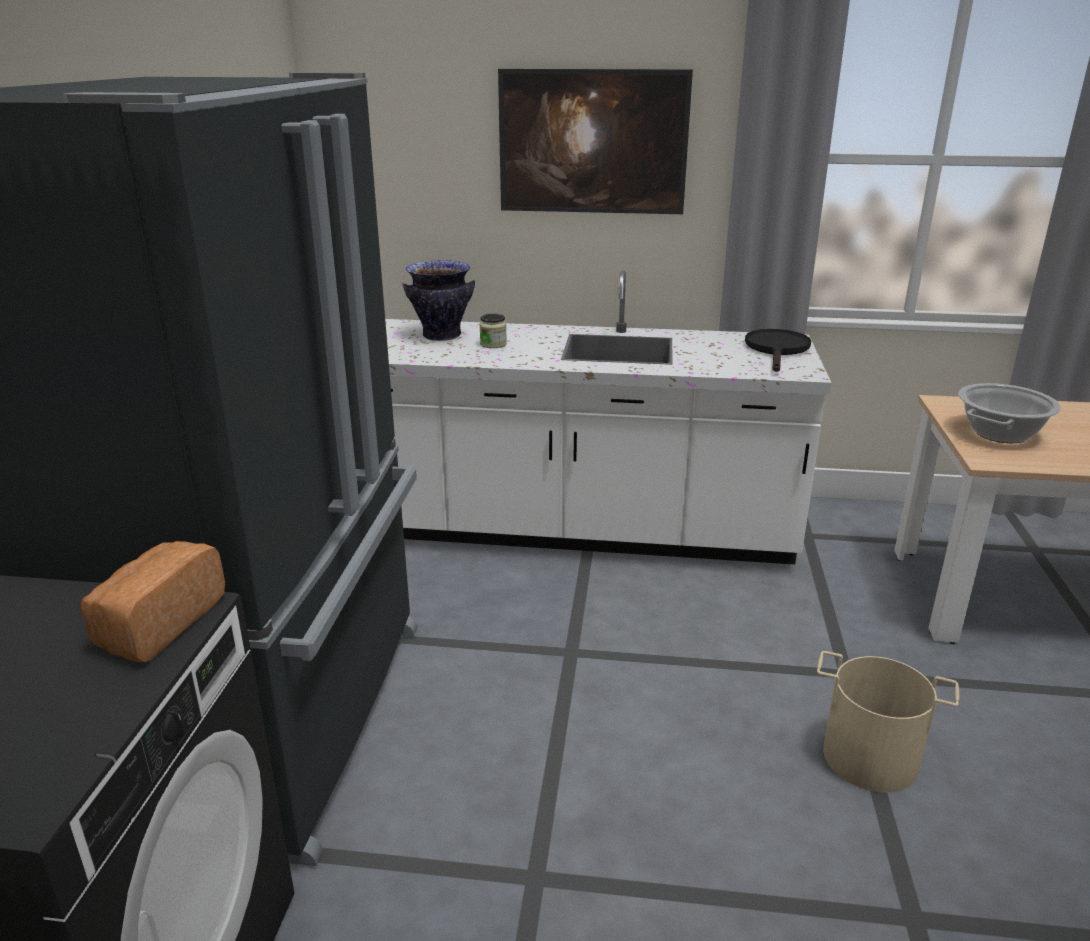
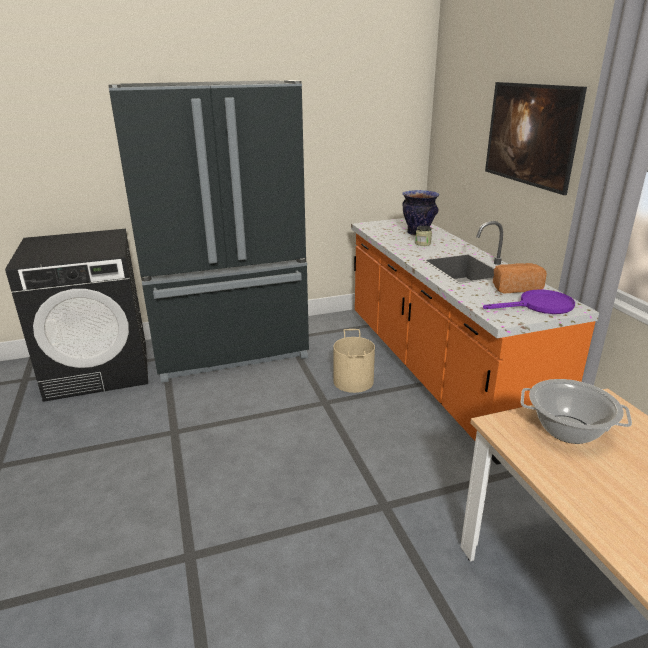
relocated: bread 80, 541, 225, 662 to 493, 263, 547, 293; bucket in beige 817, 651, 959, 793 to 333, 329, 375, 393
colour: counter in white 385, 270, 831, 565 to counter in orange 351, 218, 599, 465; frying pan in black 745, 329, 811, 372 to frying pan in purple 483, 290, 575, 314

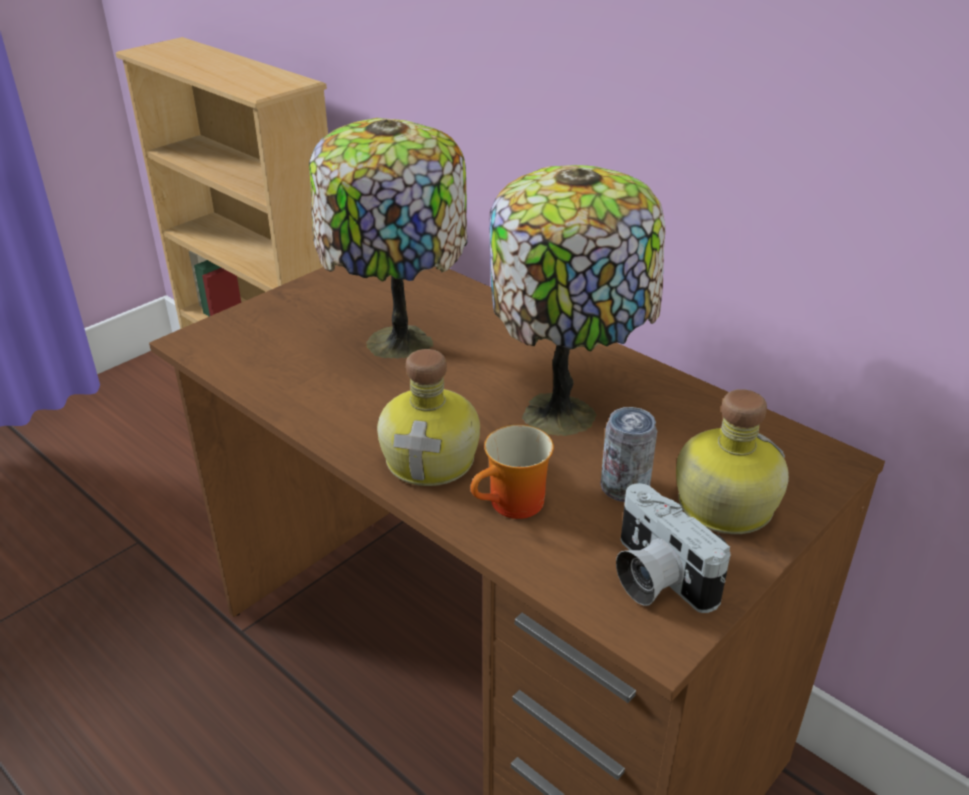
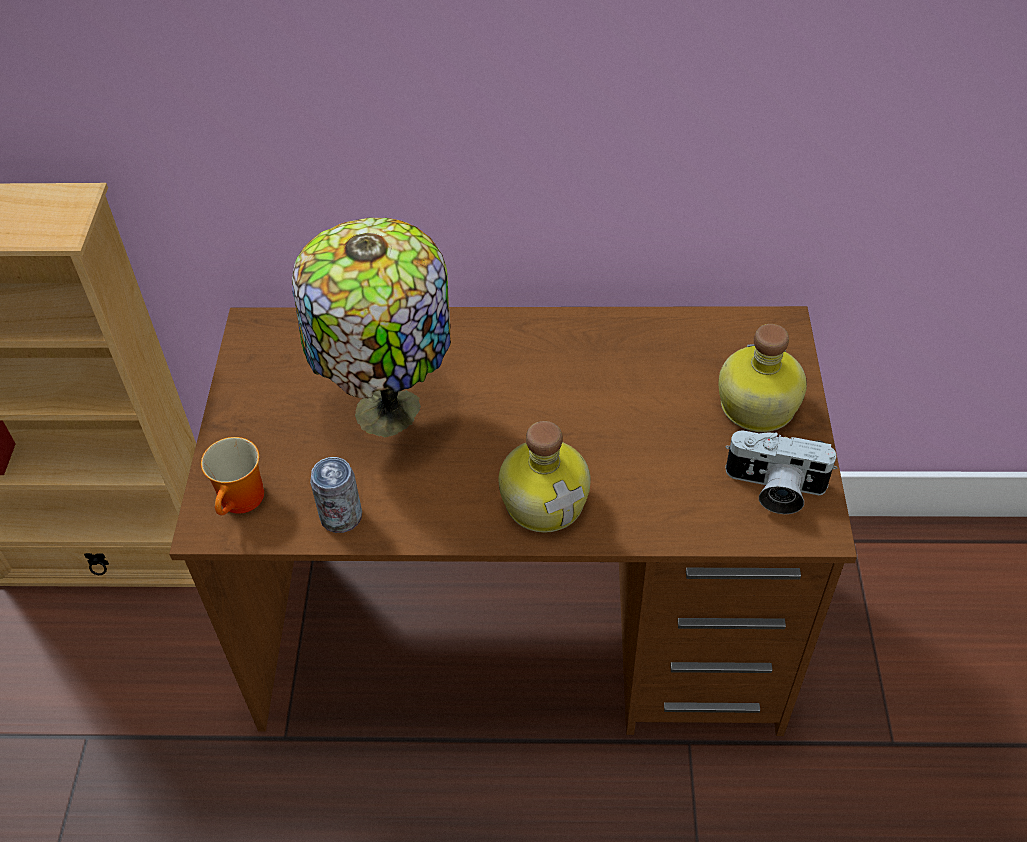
missing: table lamp 489, 165, 665, 436
relocated: can 601, 407, 657, 502 to 310, 457, 362, 533; mug 471, 425, 554, 519 to 201, 437, 264, 515

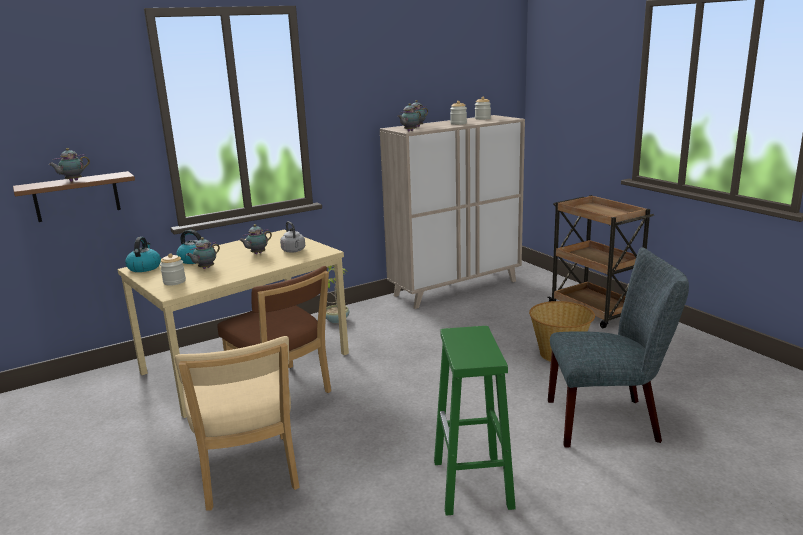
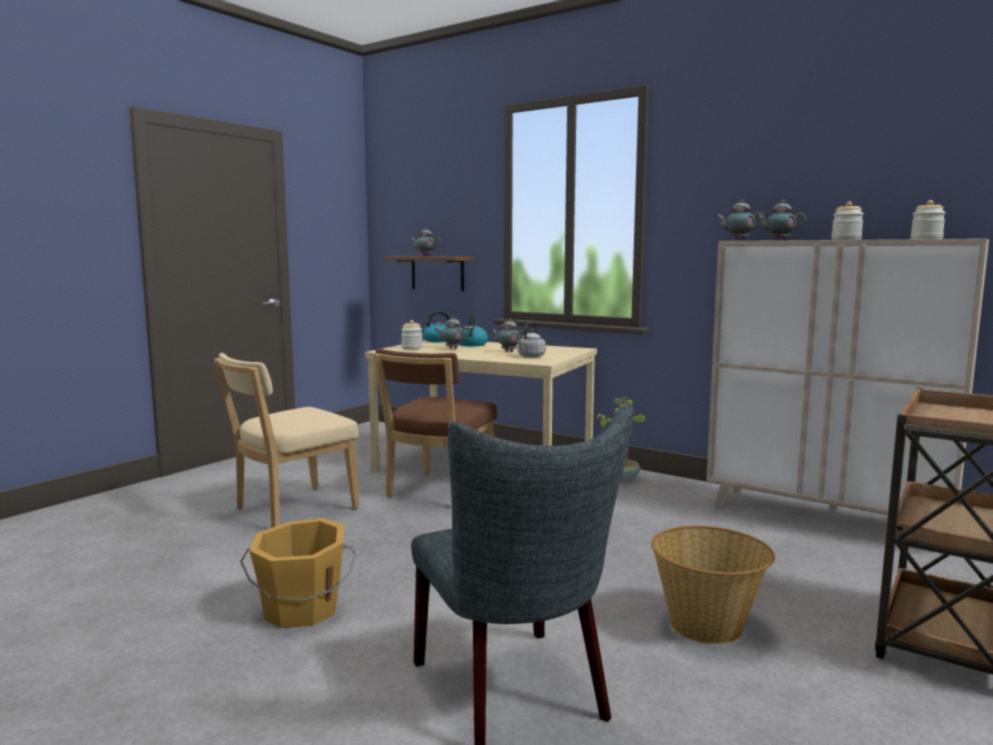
exchanged: stool in green 434, 326, 516, 516 to bucket in orange 240, 518, 356, 628

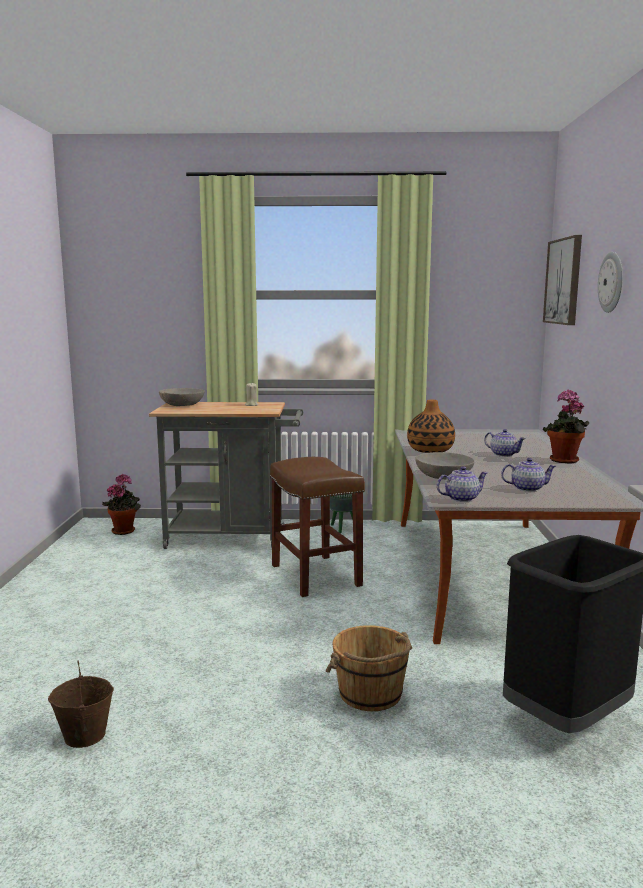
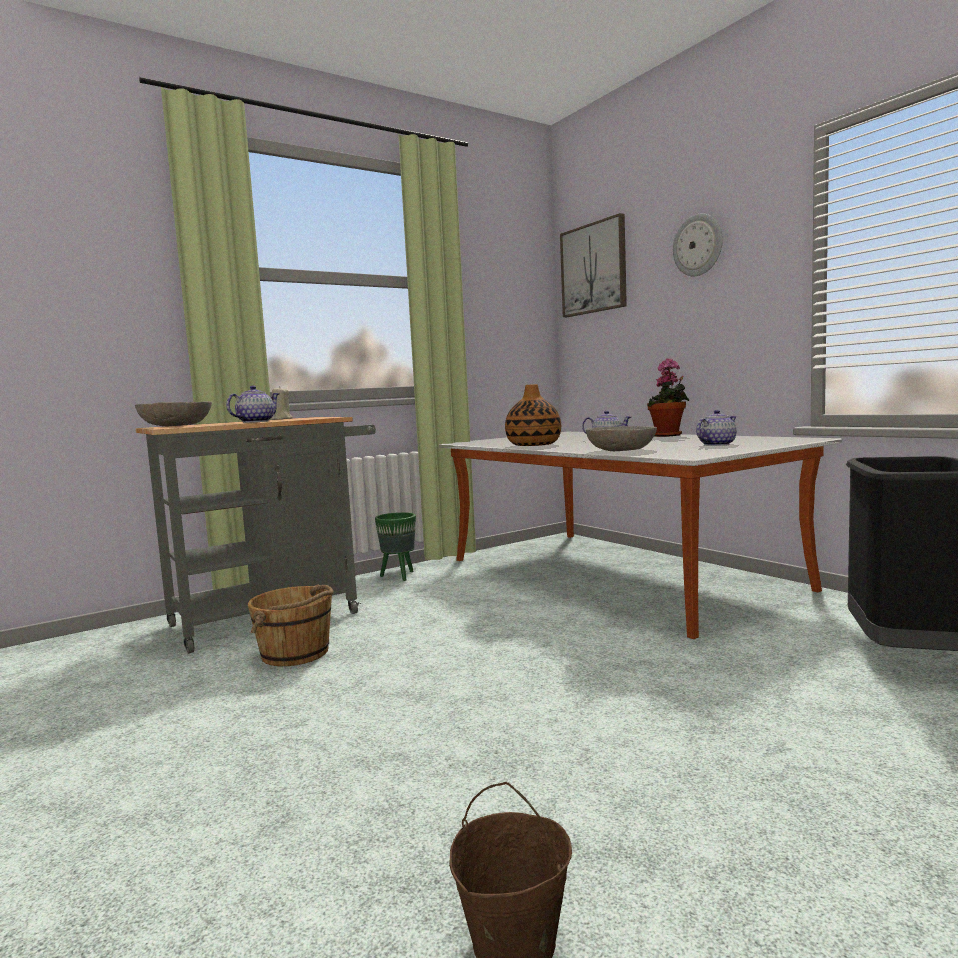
missing: stool in brown 270, 457, 365, 597; potted plant 102, 474, 141, 535
relocated: teapot 437, 466, 488, 502 to 226, 386, 279, 423; bucket in brown 326, 625, 412, 711 to 248, 585, 334, 666

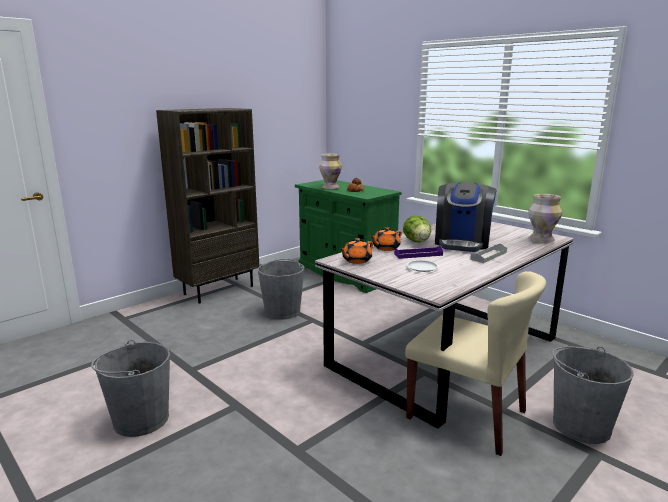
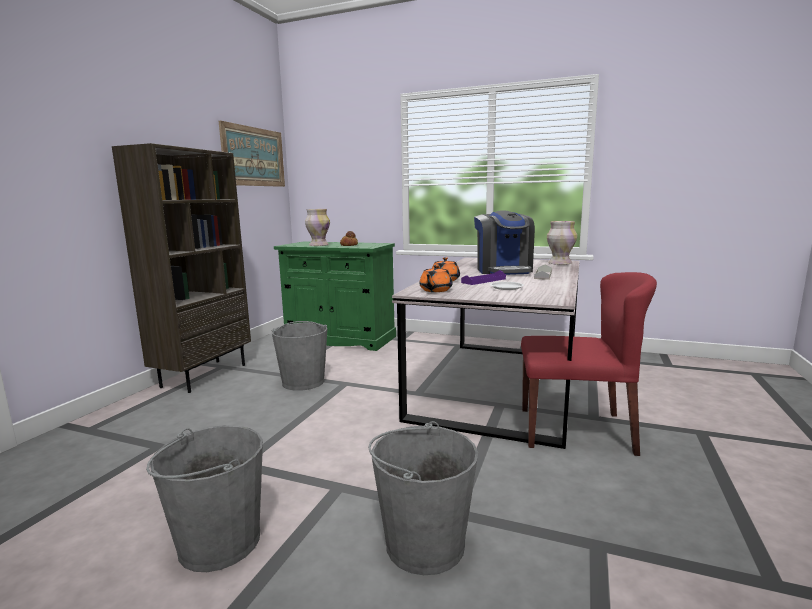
missing: lettuce 403, 216, 431, 243
appeared: picture 219, 121, 285, 187
relocated: bucket in grey 552, 346, 634, 444 to 368, 421, 478, 575
colour: chair in beige 405, 271, 546, 456 to chair in red 521, 272, 657, 456

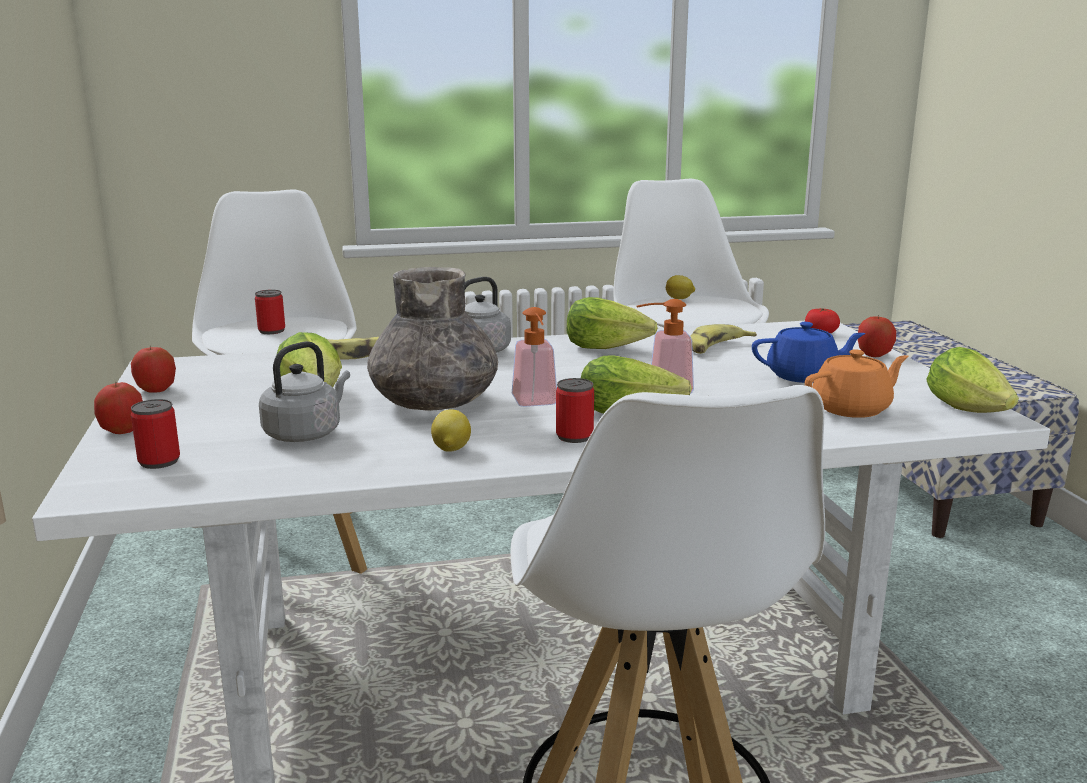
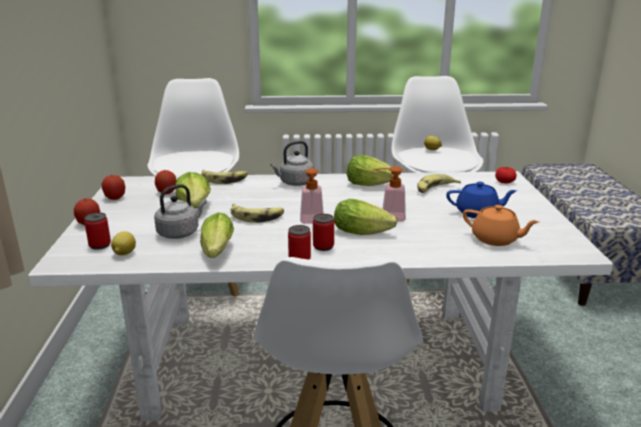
relocated: can 255, 290, 285, 334 to 288, 225, 311, 260; apple 858, 315, 896, 357 to 155, 170, 177, 194; lettuce 926, 347, 1019, 413 to 200, 212, 234, 258; lemon 431, 410, 471, 451 to 111, 231, 136, 255
exchanged: vase in grey 367, 267, 498, 411 to banana 230, 204, 284, 223
spun: teapot in orange 805, 349, 909, 418 = 463, 205, 539, 246 45 degrees clockwise

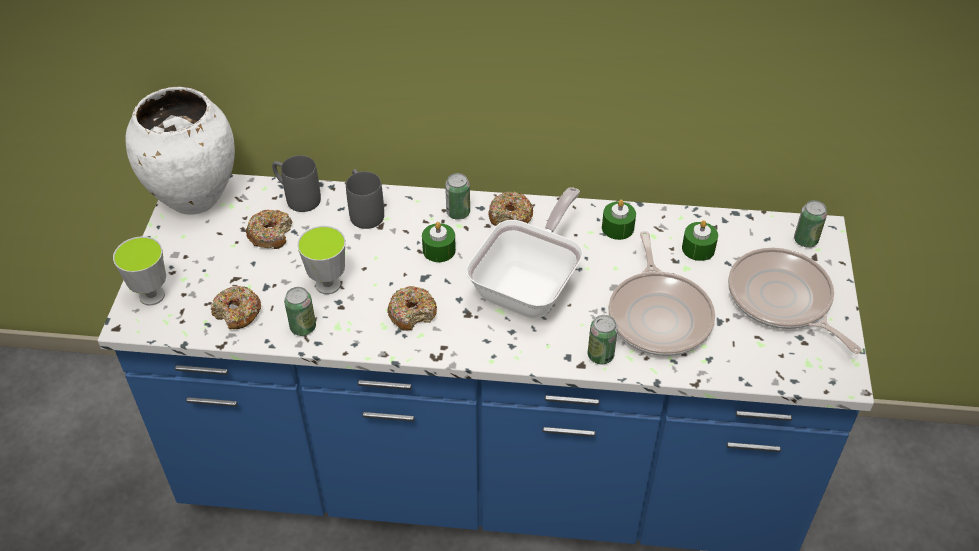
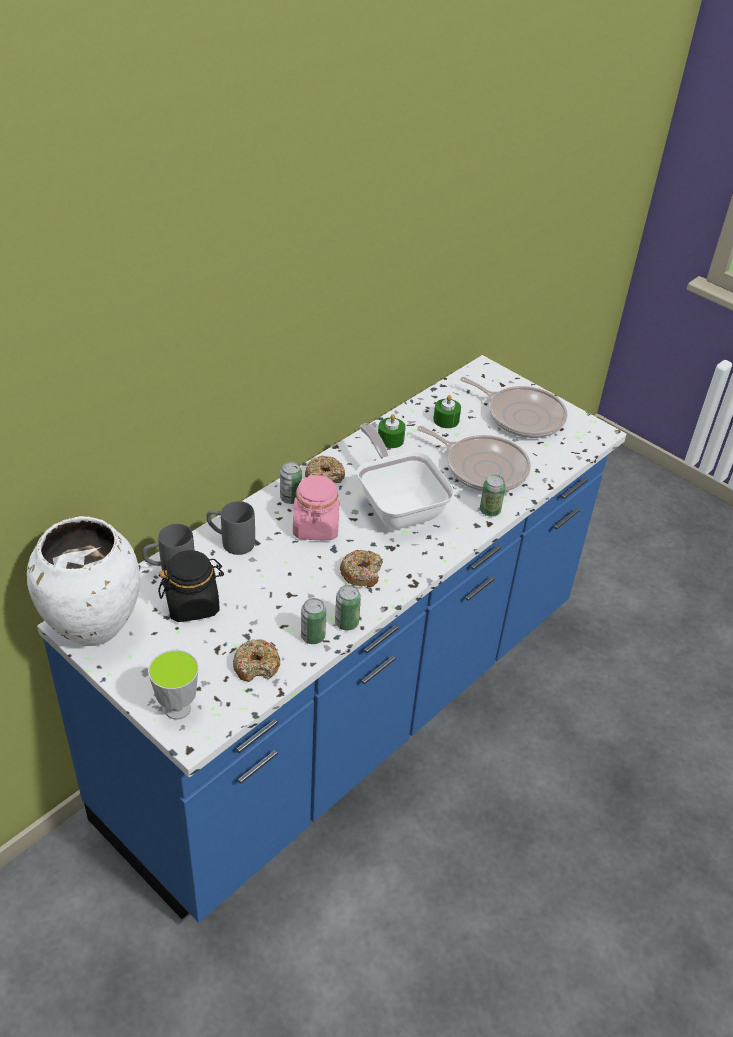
missing: cup 297, 226, 346, 294
relocated: can 794, 200, 827, 247 to 335, 585, 361, 630
exchanged: donut 246, 209, 293, 249 to jar in black 158, 550, 224, 622; candle in green 422, 222, 456, 262 to jar in pink 293, 473, 339, 540
spun: frying pan 728, 247, 862, 354 = 460, 377, 567, 438 150 degrees counterclockwise

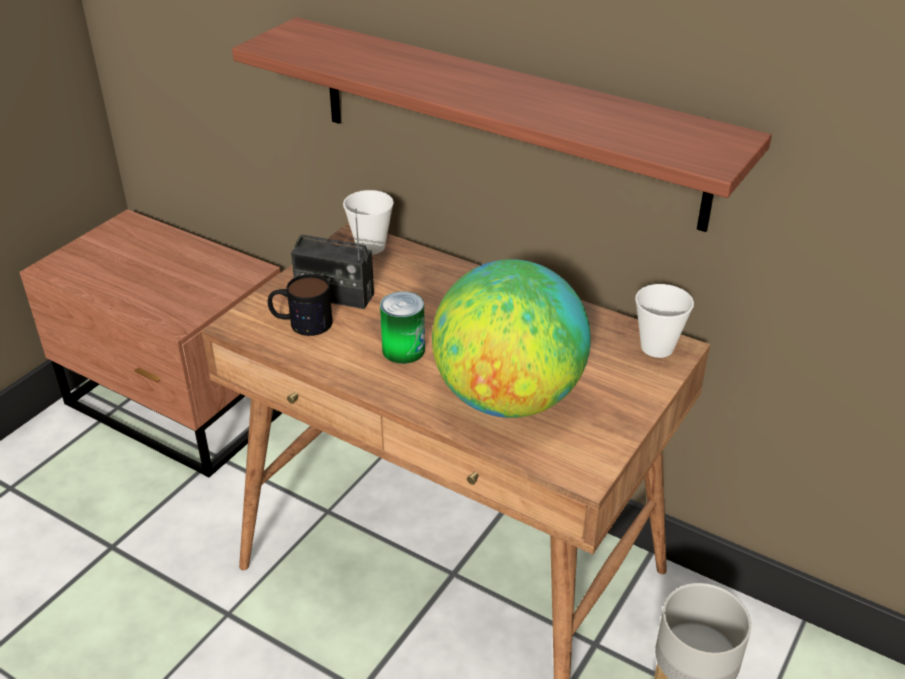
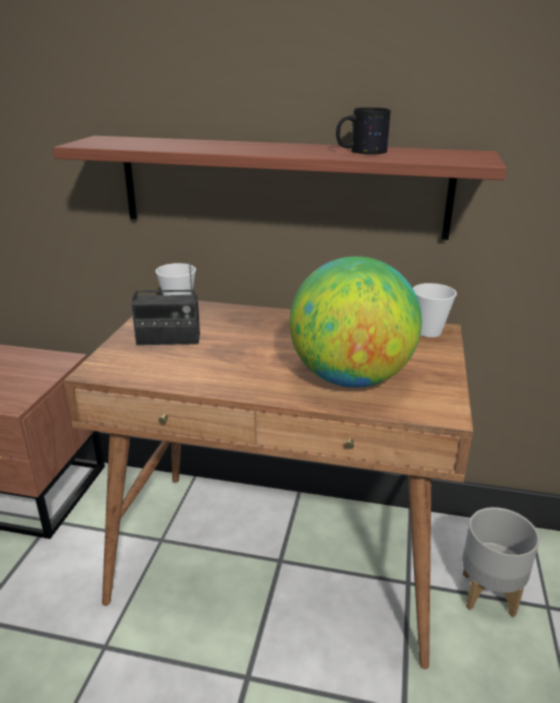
missing: can 380, 291, 425, 364
relocated: mug 268, 274, 333, 336 to 336, 107, 391, 154

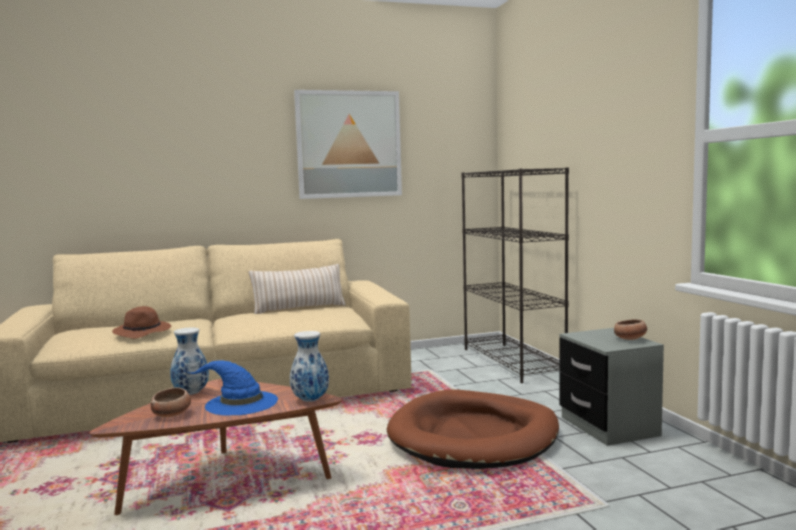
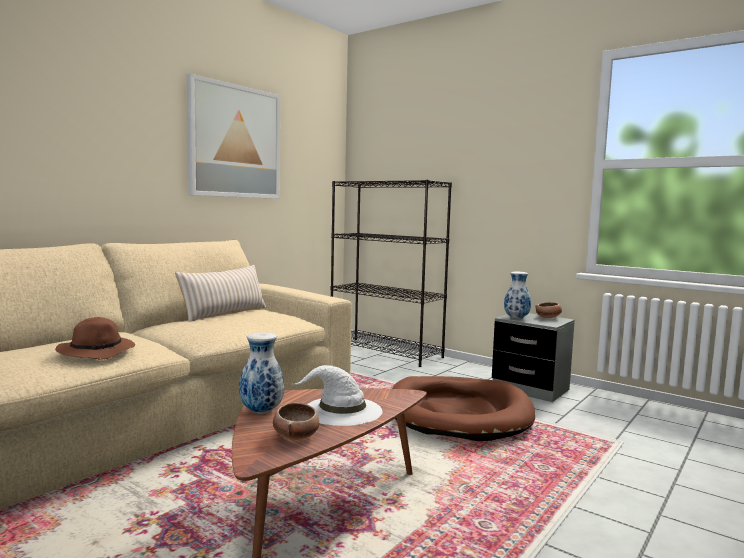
relocated: vase 290, 331, 329, 402 to 504, 272, 531, 319
colour: hat in blue 187, 360, 278, 416 to hat in white 293, 365, 383, 426

